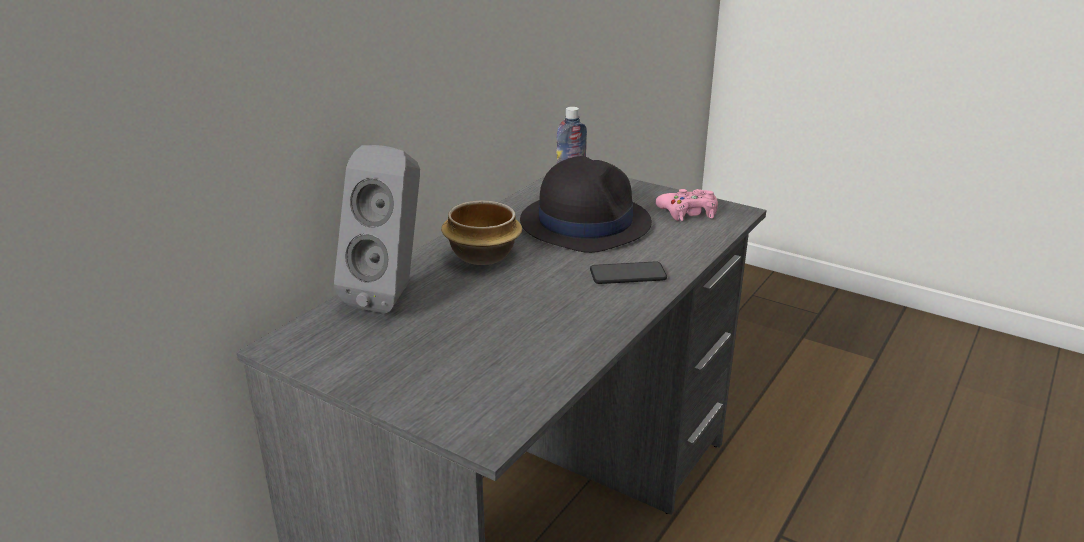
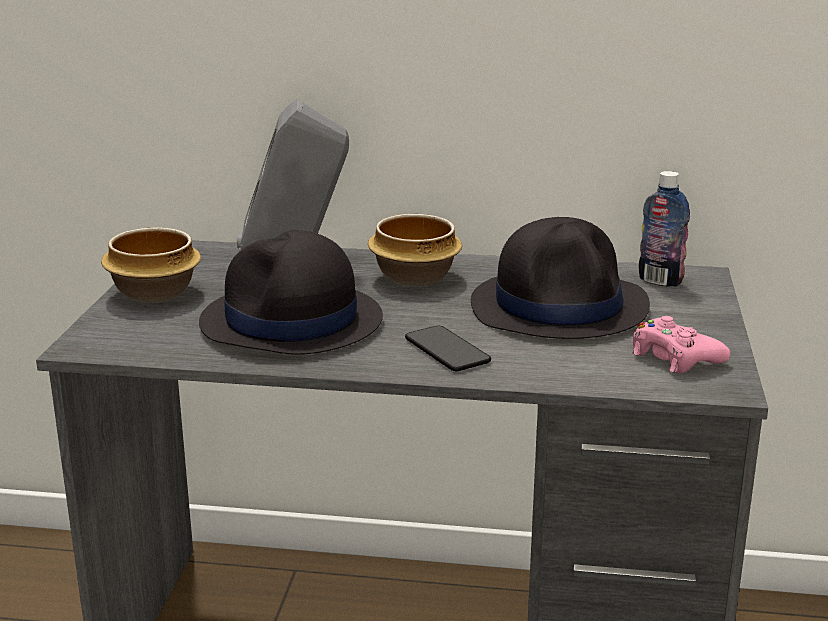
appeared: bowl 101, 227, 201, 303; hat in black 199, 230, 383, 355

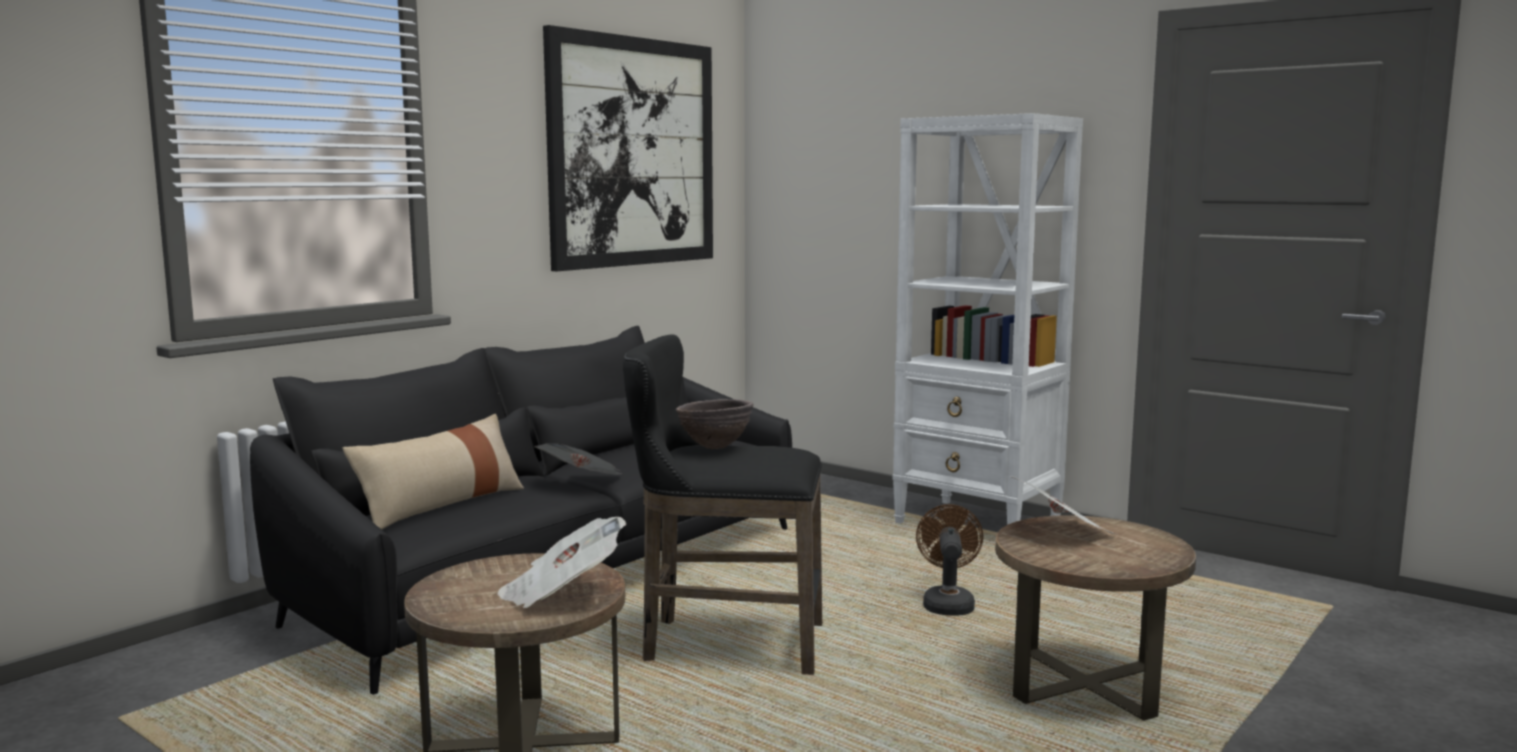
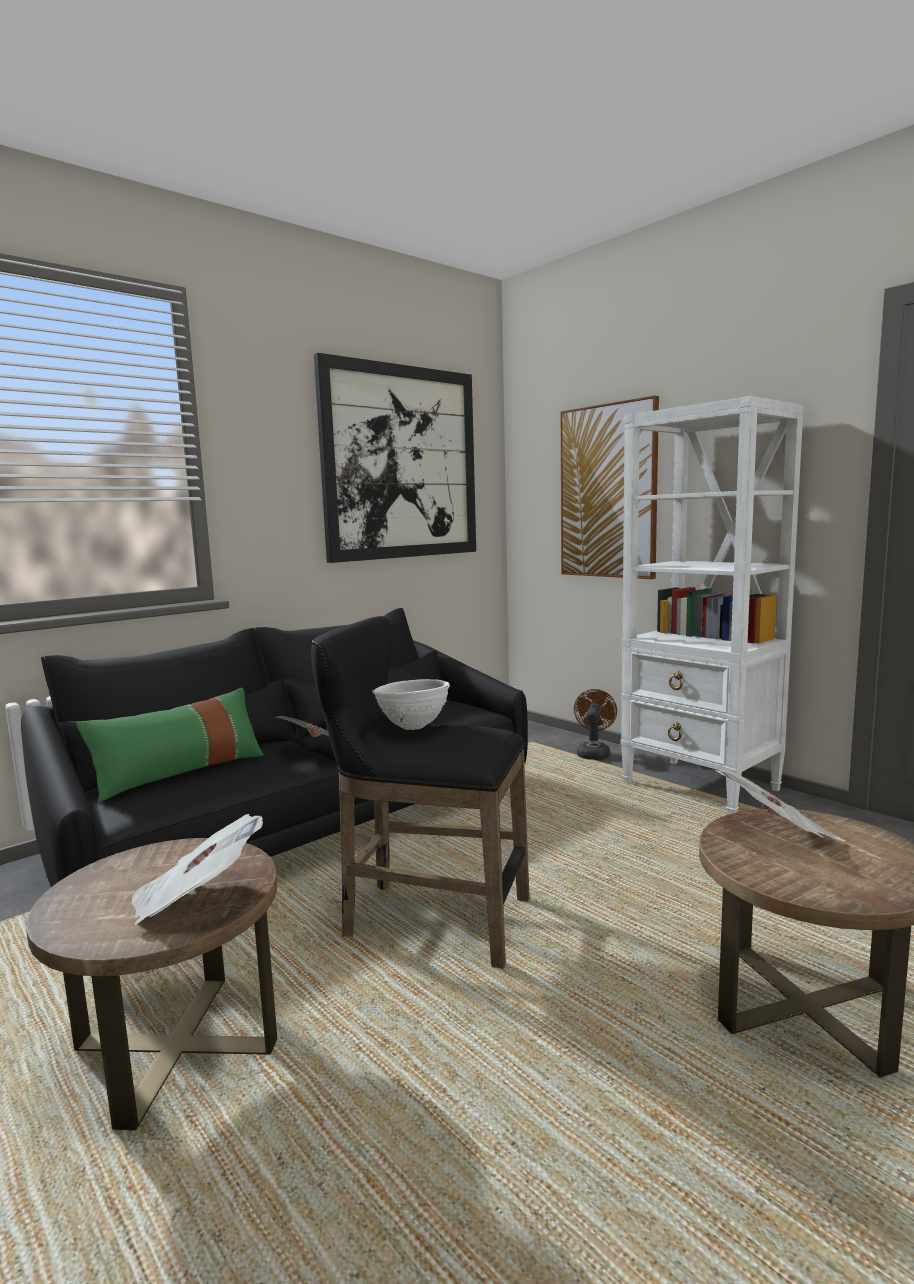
appeared: picture 561, 396, 659, 579
relocated: fan in brown 916, 504, 983, 616 to 574, 689, 617, 760
colour: bowl in brown 676, 399, 754, 449 to bowl in white 372, 679, 450, 730; pillow in beige 342, 414, 524, 529 to pillow in green 76, 688, 264, 802

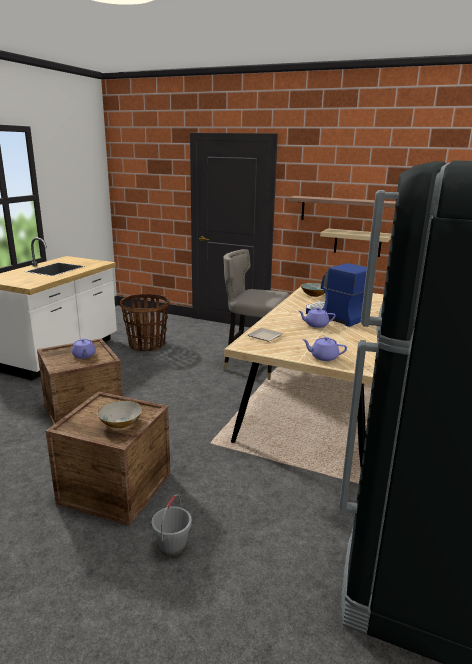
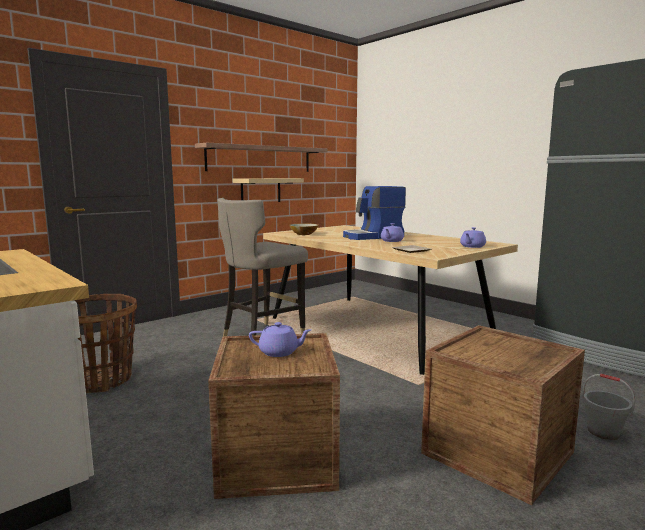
missing: bowl 97, 400, 142, 428

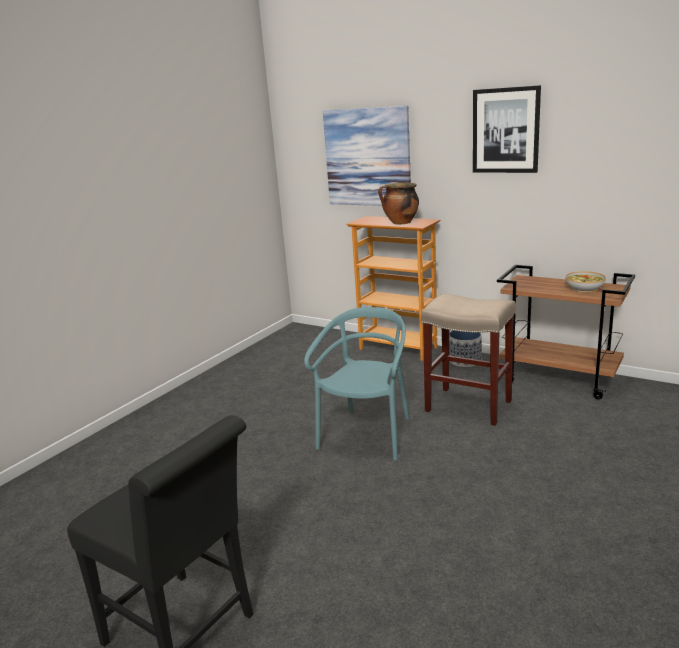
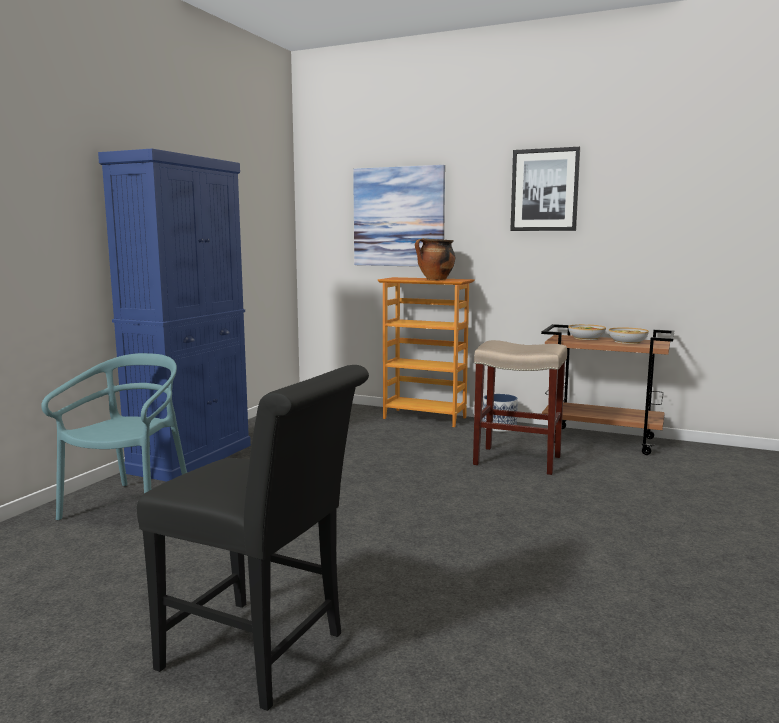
appeared: cabinet in blue 98, 149, 251, 482; bowl 568, 324, 606, 340
relocated: chair in turquoise 304, 307, 409, 460 to 41, 353, 187, 520

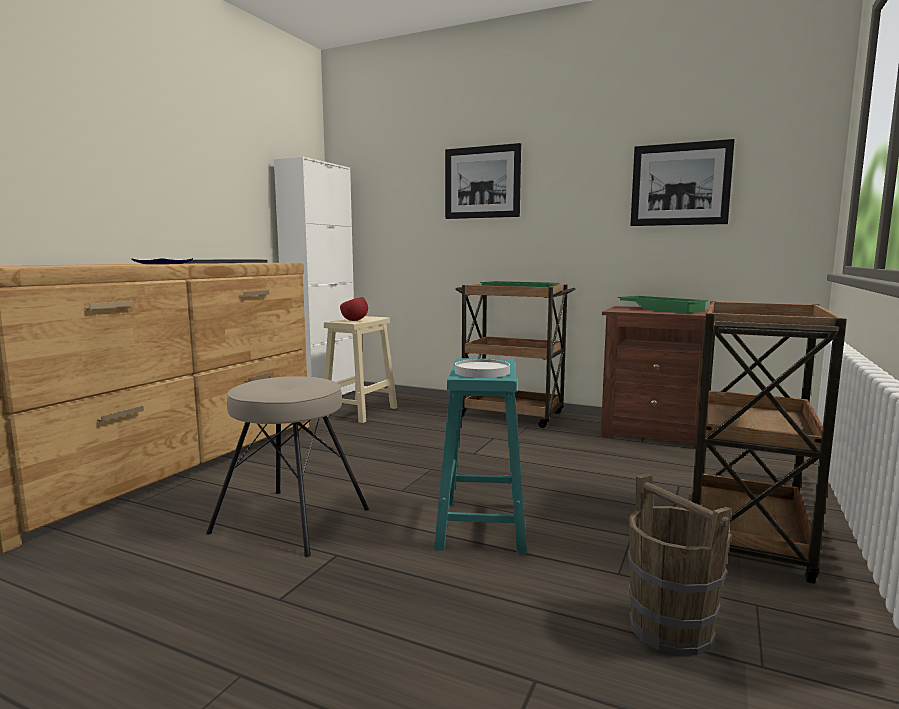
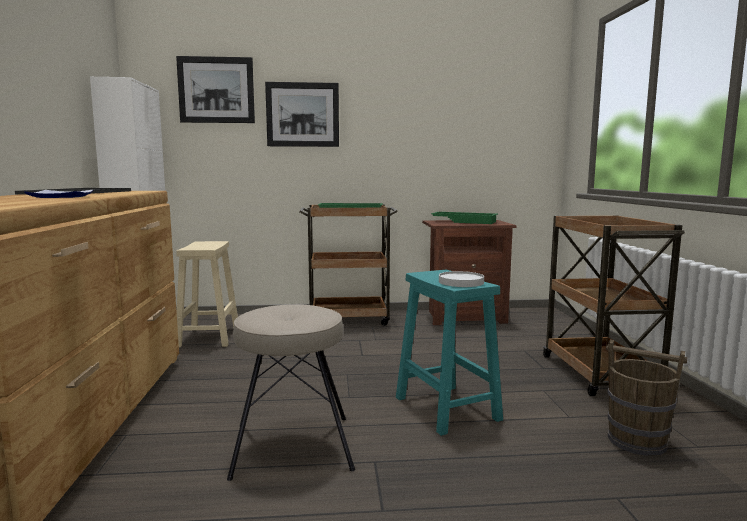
missing: bowl in red 340, 297, 368, 321
relocated: picture 630, 139, 735, 226 to 176, 56, 255, 123

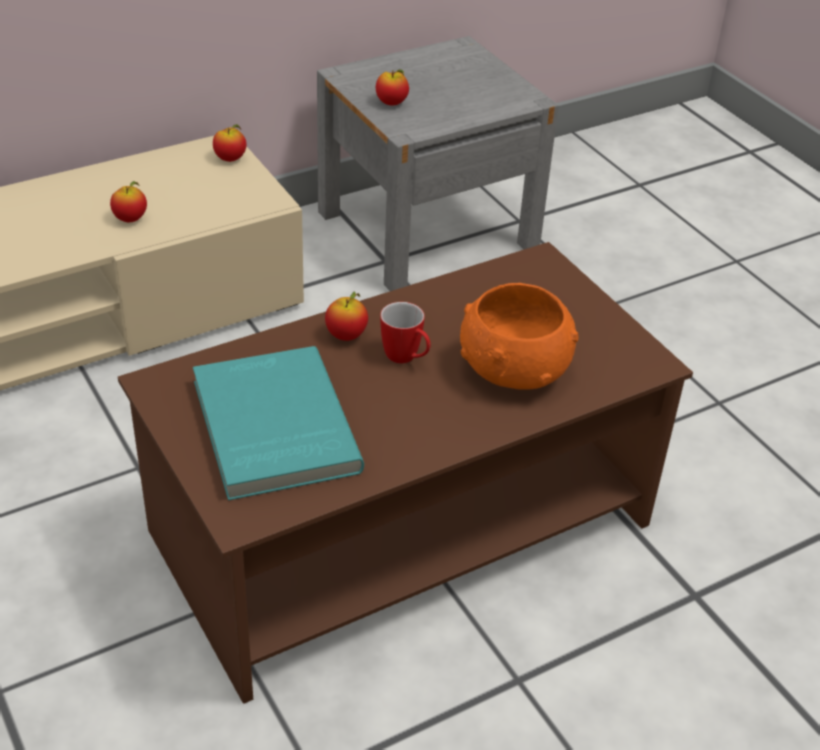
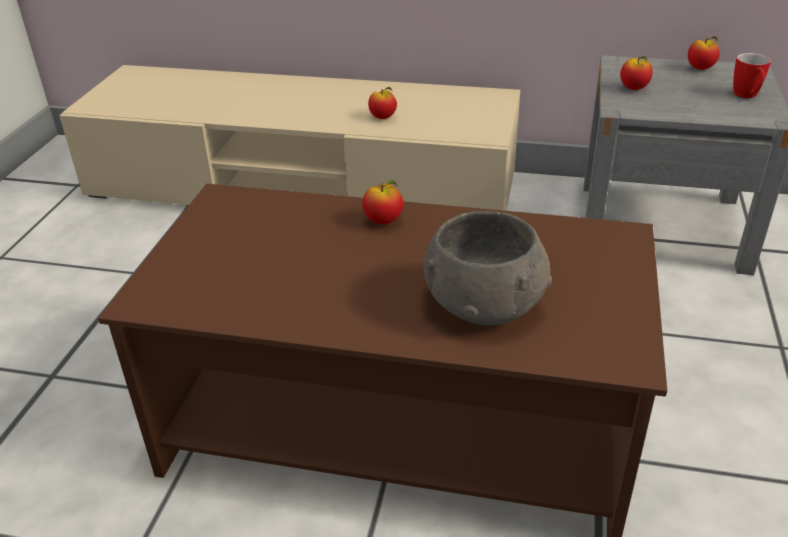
missing: book in turquoise 193, 346, 364, 500
relocated: apple 213, 124, 247, 162 to 688, 36, 720, 70; mug 380, 302, 431, 364 to 733, 53, 771, 98
colour: bowl in orange 460, 283, 578, 390 to bowl in grey 424, 211, 552, 326

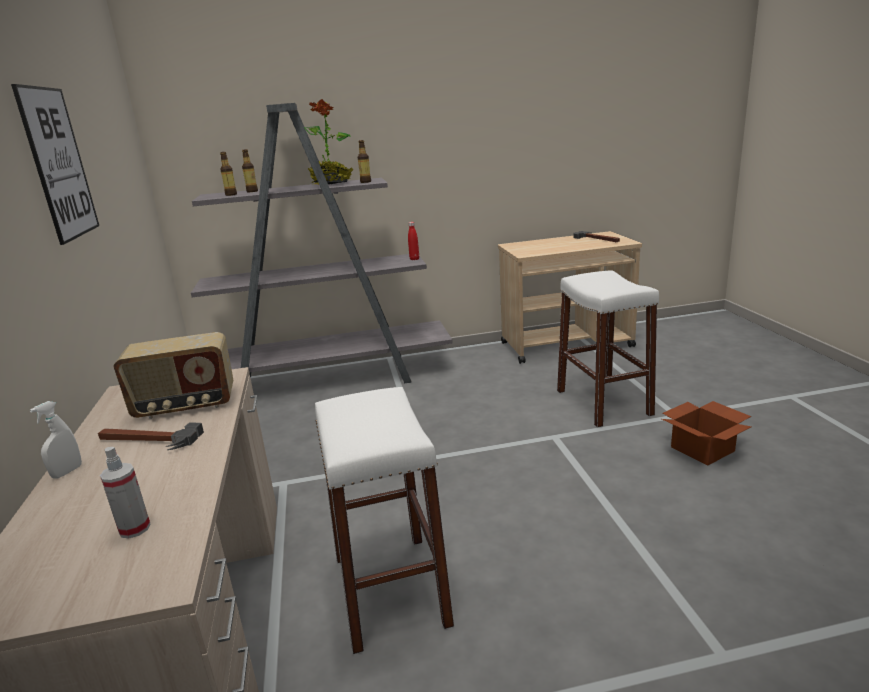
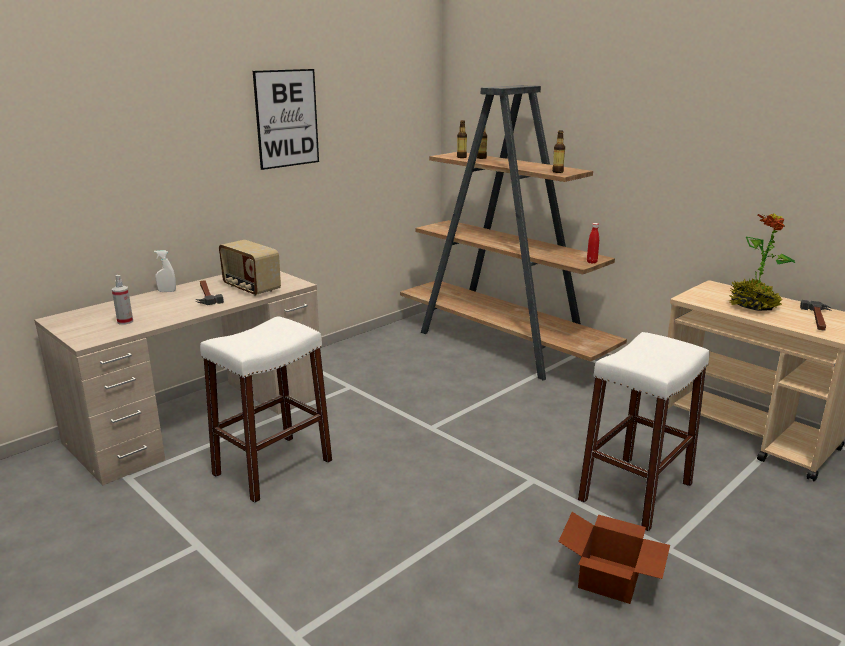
relocated: potted plant 304, 99, 353, 185 to 728, 213, 795, 311
colour: bookcase in grey 191, 103, 453, 383 to bookcase in brown 400, 85, 627, 380

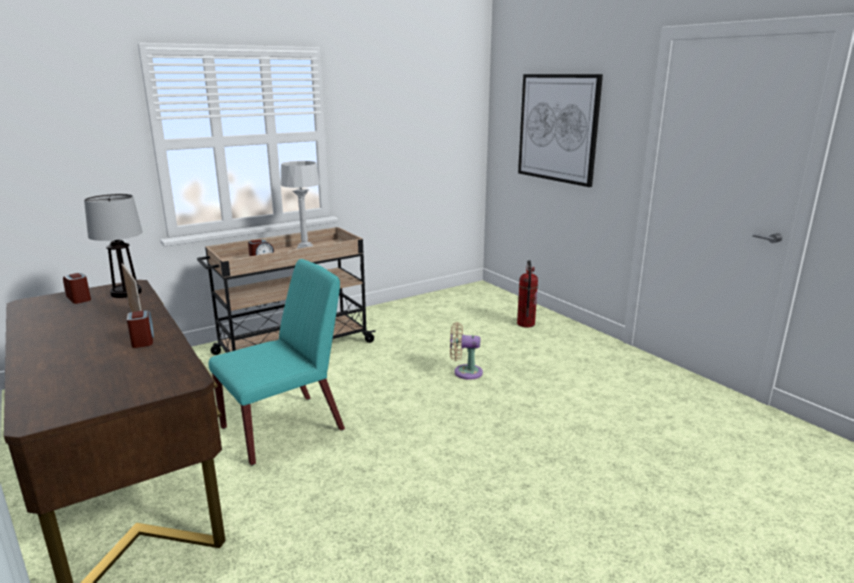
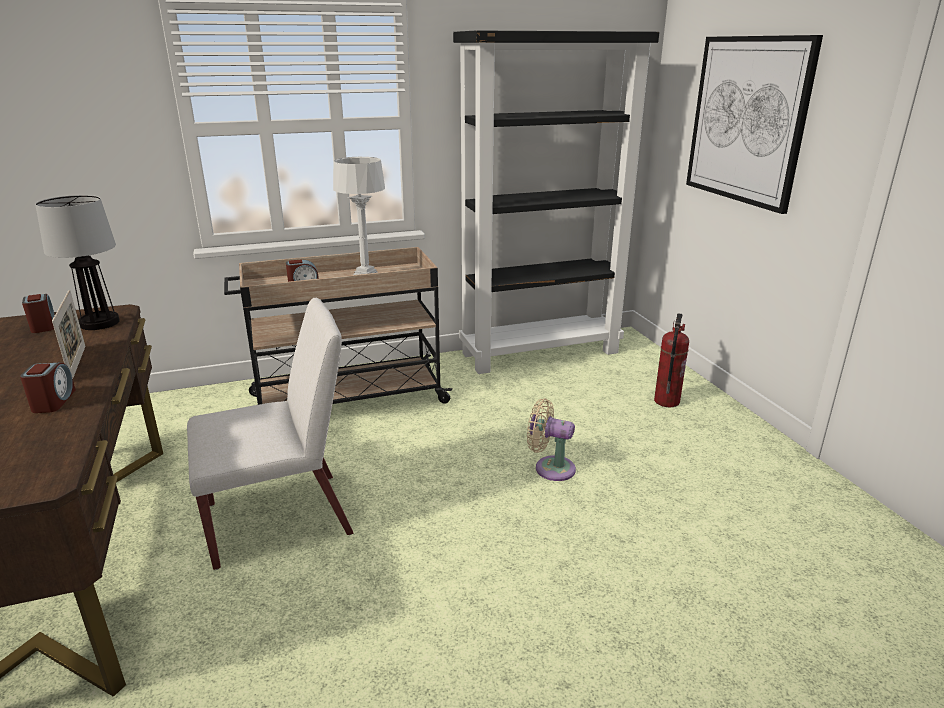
appeared: bookcase in black 453, 30, 660, 374
colour: chair in turquoise 209, 259, 345, 466 to chair in white 187, 298, 354, 570

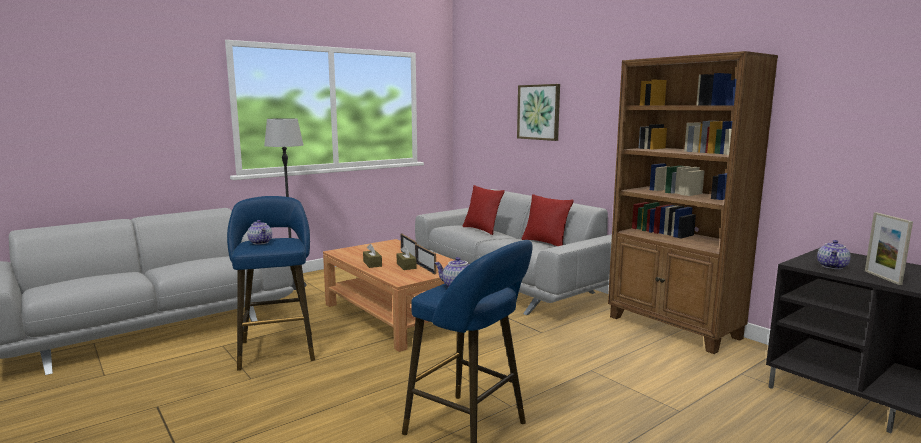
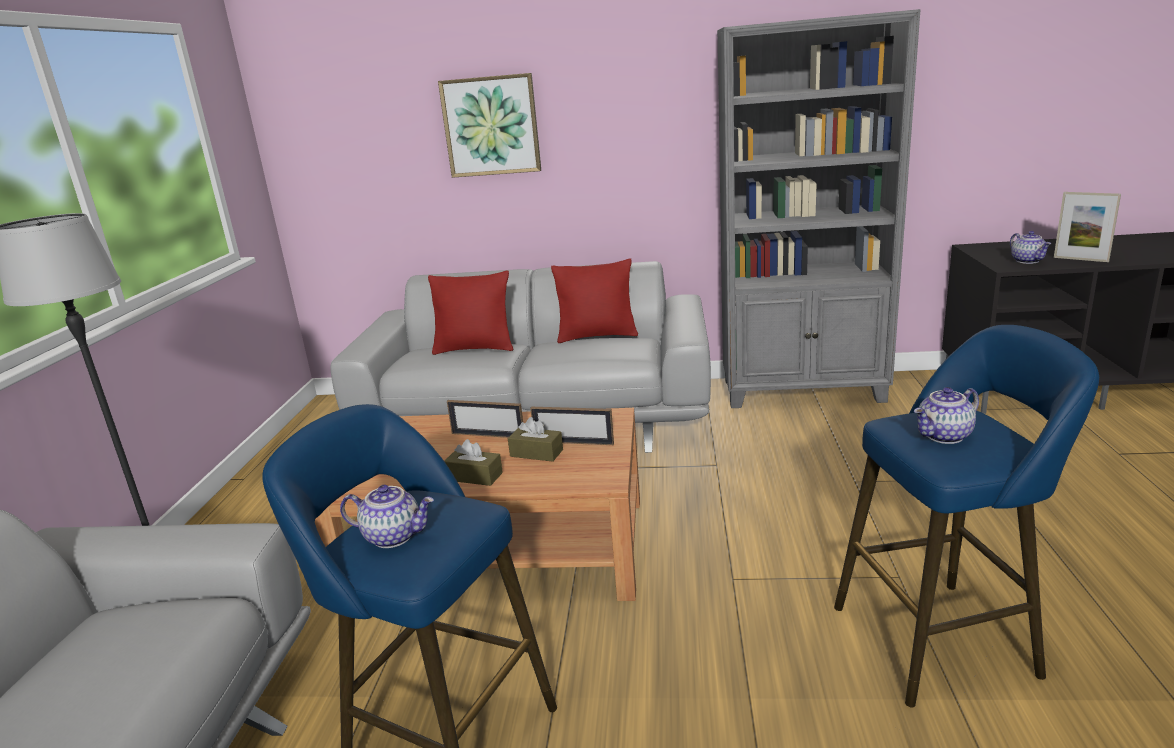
colour: bookcase in brown 608, 51, 778, 354 to bookcase in grey 717, 9, 921, 408

